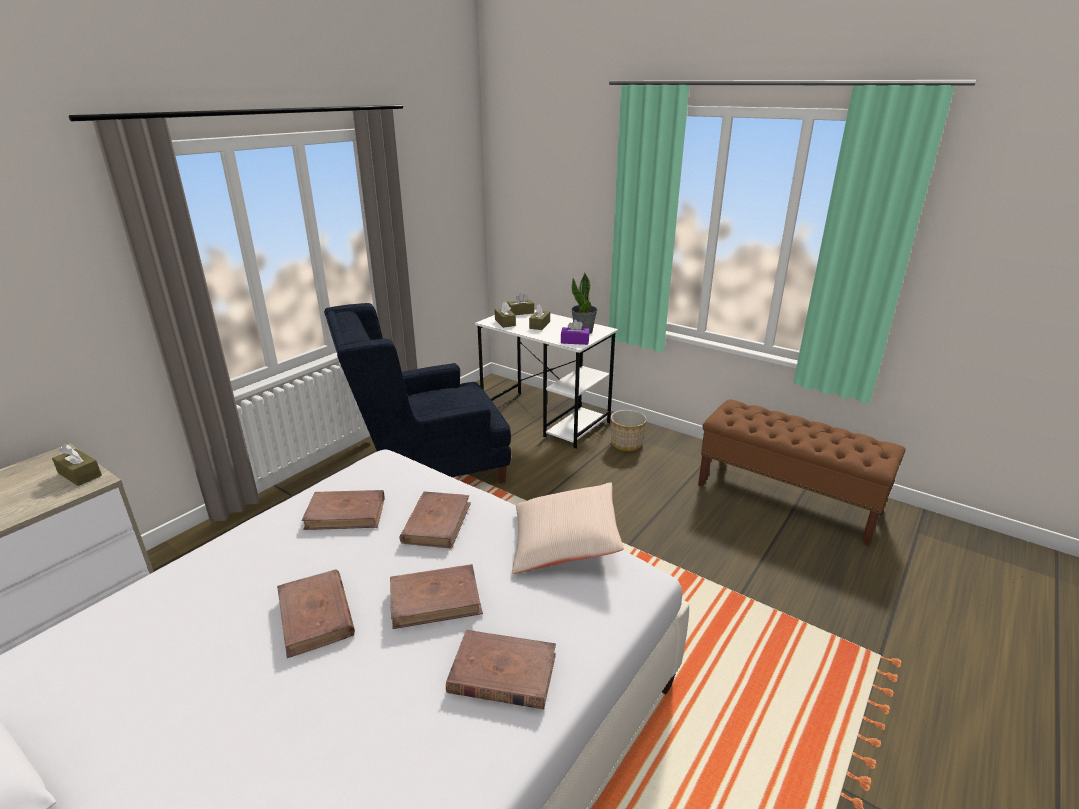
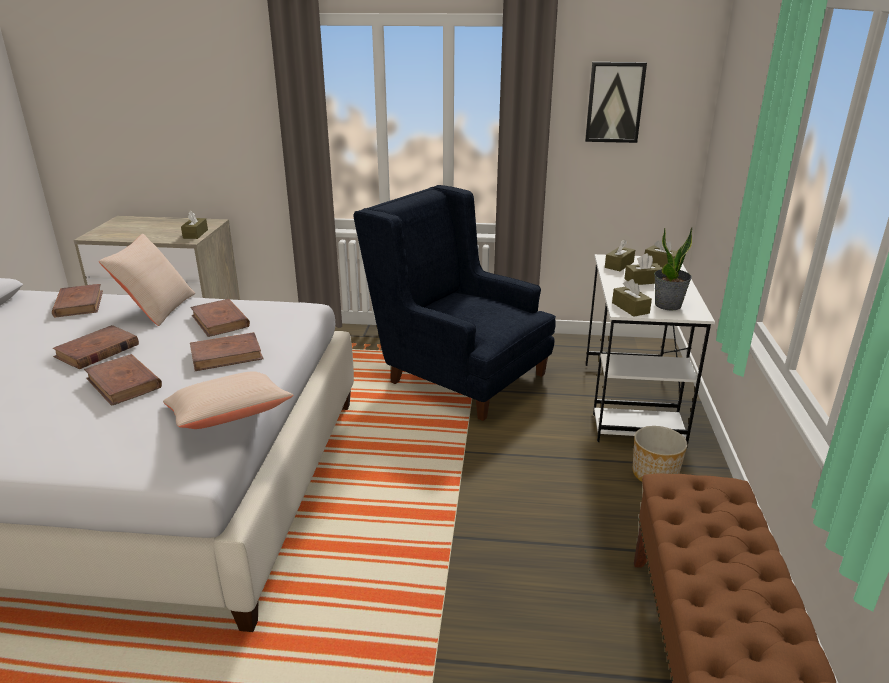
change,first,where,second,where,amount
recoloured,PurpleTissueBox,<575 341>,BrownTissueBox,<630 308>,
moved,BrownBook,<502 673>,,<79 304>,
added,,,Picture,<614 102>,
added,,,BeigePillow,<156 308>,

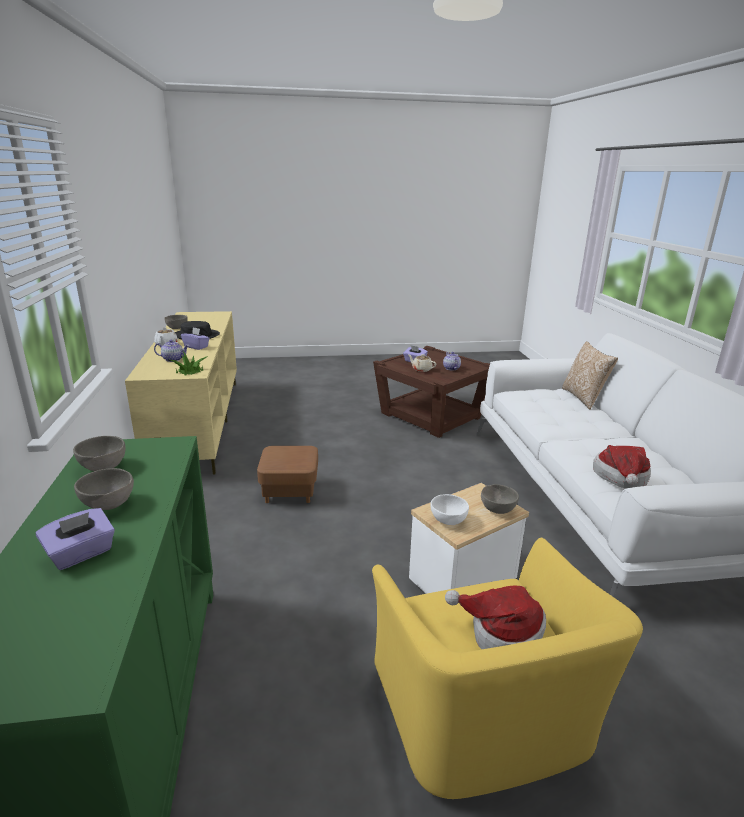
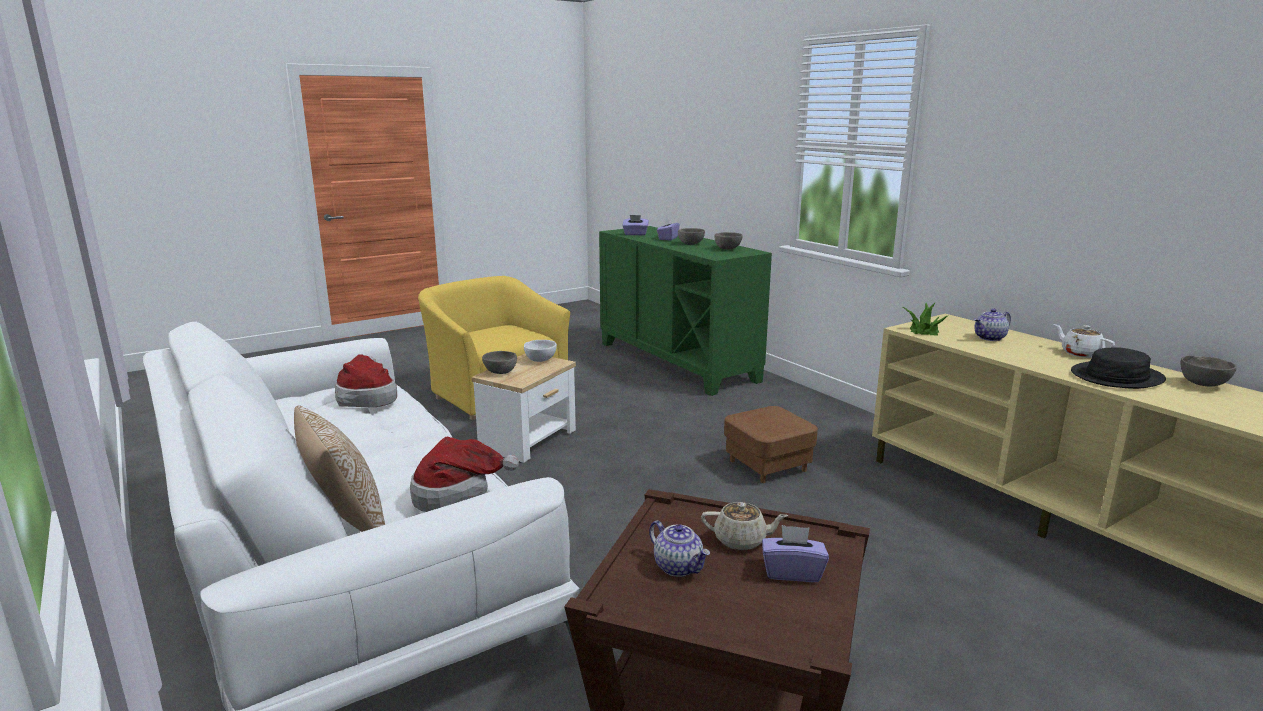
change,first,where,second,where,amount
moved,PurpleTissueBox,<196 347>,,<635 234>,
moved,Hat,<501 634>,,<456 493>,

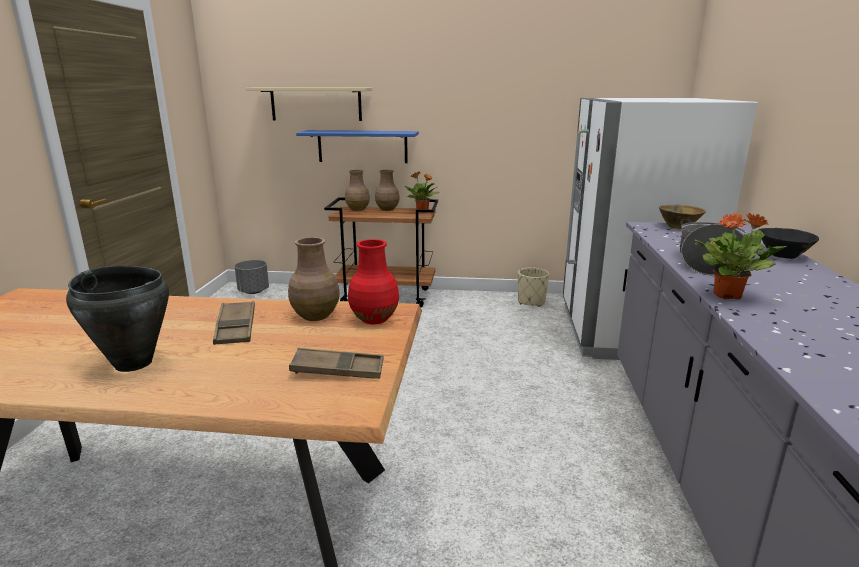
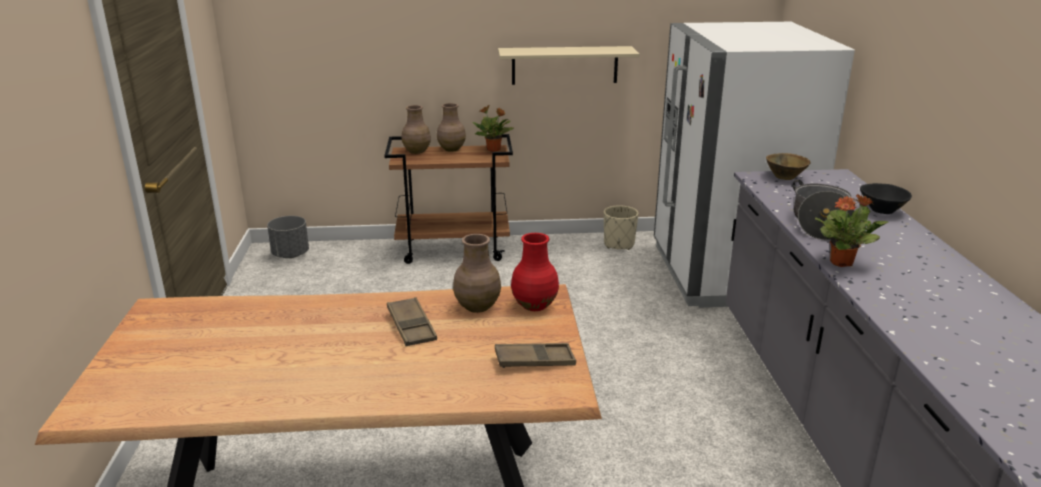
change,first,where,second,where,amount
moved,BeigeShelf,<316 104>,,<564 65>,
removed,BlueShelf,<362 146>,,,
removed,BlackCookingPot,<133 363>,,,

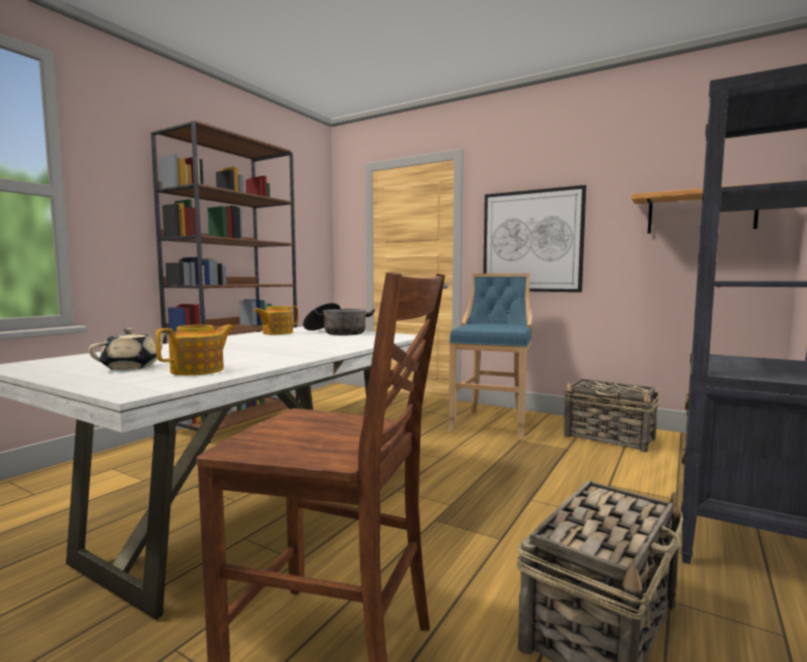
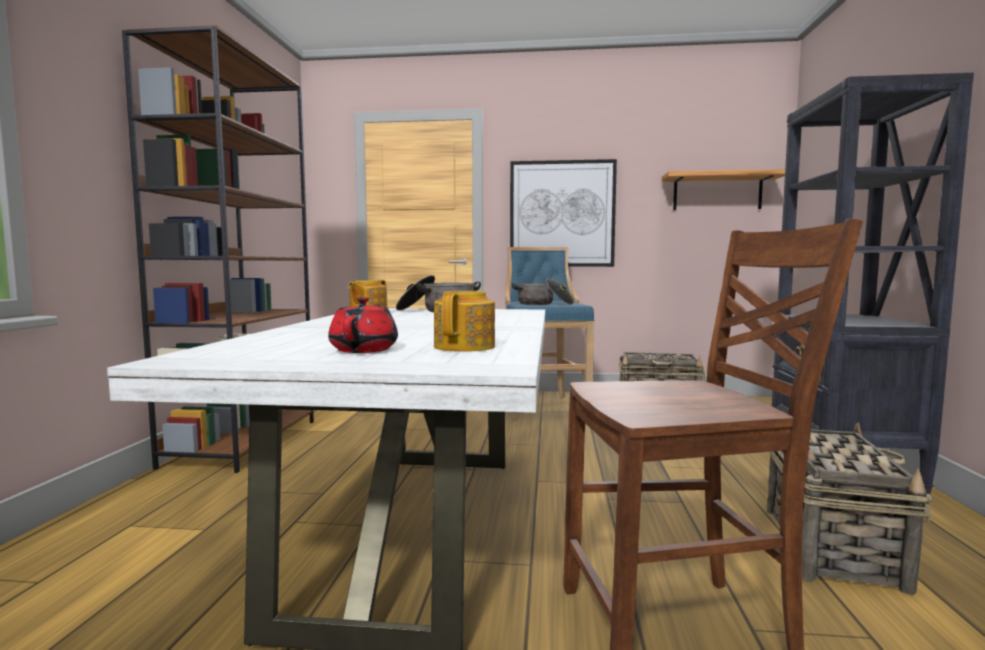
change,first,where,second,where,amount
recoloured,BeigeTeapot,<132 367>,RedTeapot,<365 349>,
added,,,CookingPot,<544 304>,

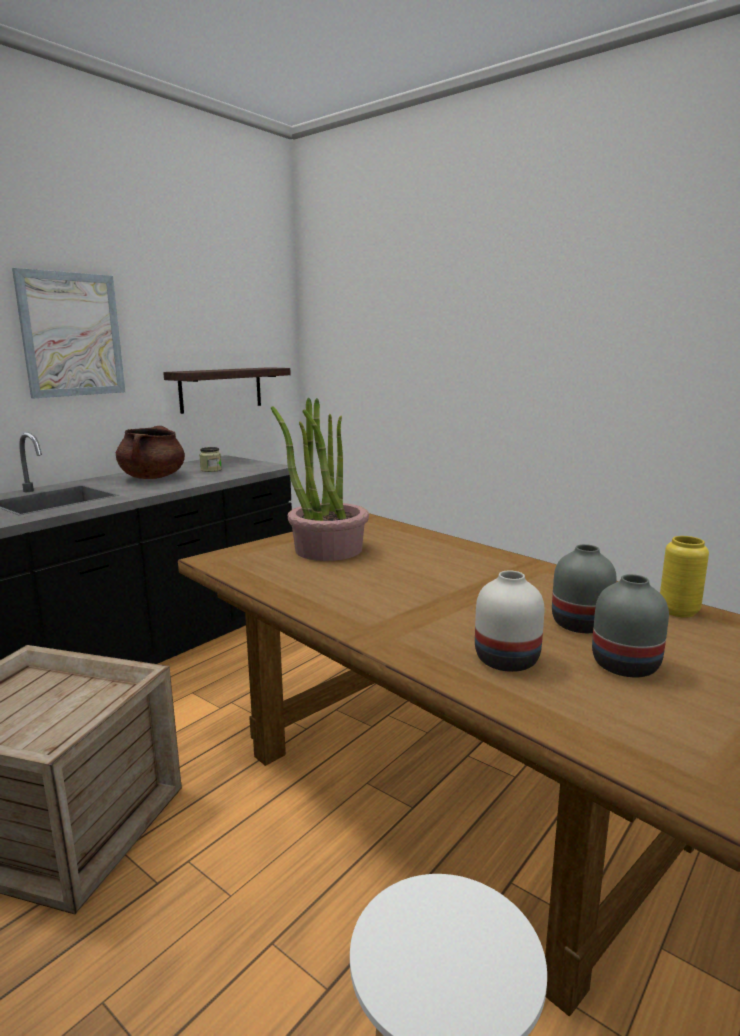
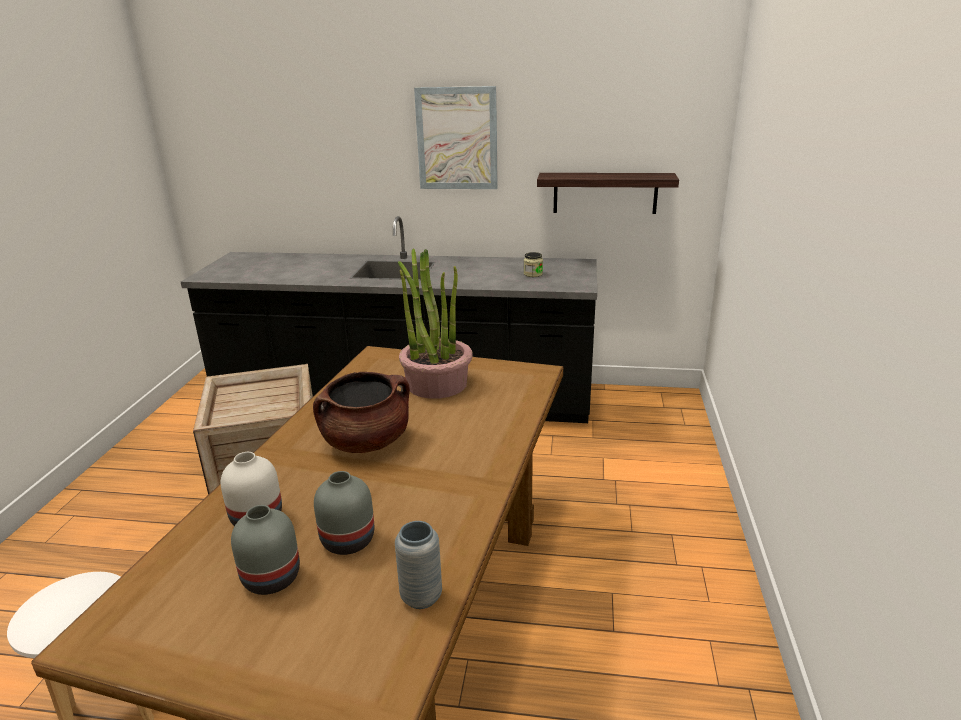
change,first,where,second,where,amount
moved,BrownCookingPot,<153 477>,,<366 442>,
recoloured,YellowVase,<678 611>,GreyVase,<421 597>,

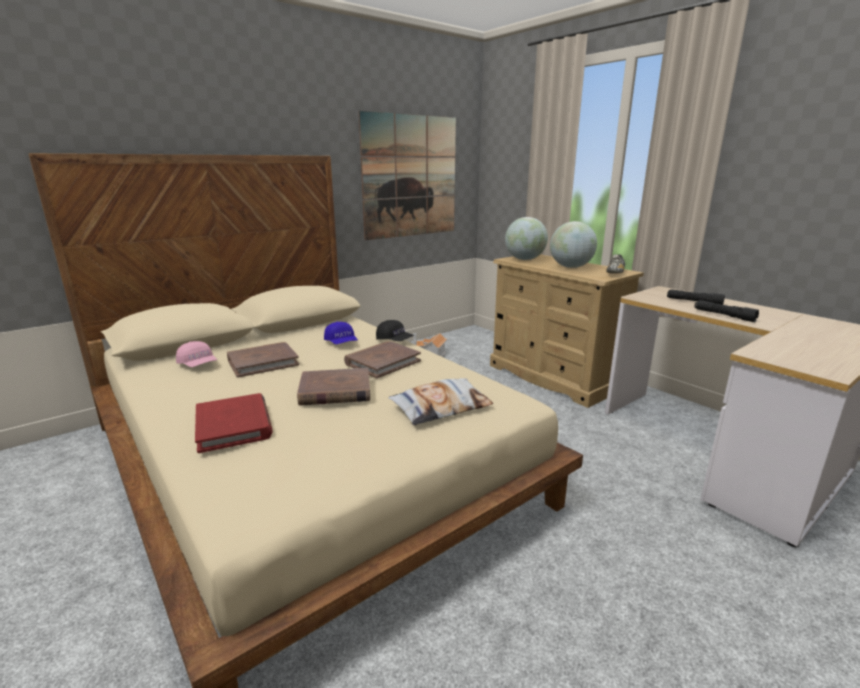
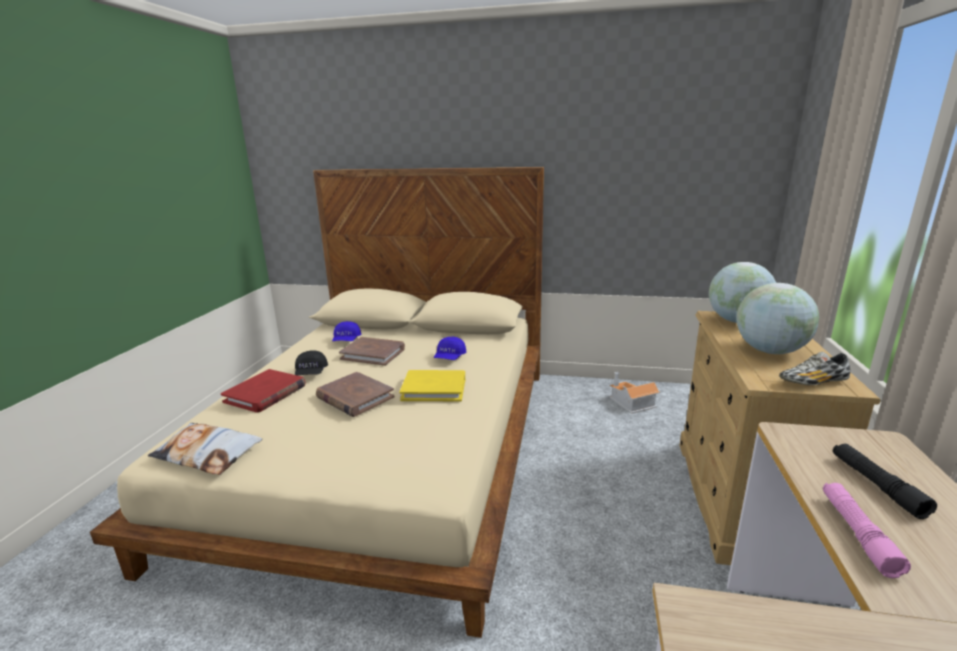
change,first,where,second,where,amount
removed,Picture,<410 177>,,,
recoloured,BlackFlashlight,<724 315>,PinkFlashlight,<857 533>,
moved,BlackCap,<395 340>,,<311 373>,
recoloured,PinkCap,<198 364>,BlueCap,<346 340>,
recoloured,BrownBook,<382 362>,YellowBook,<434 389>,
moved,Pillow,<441 407>,,<208 454>,

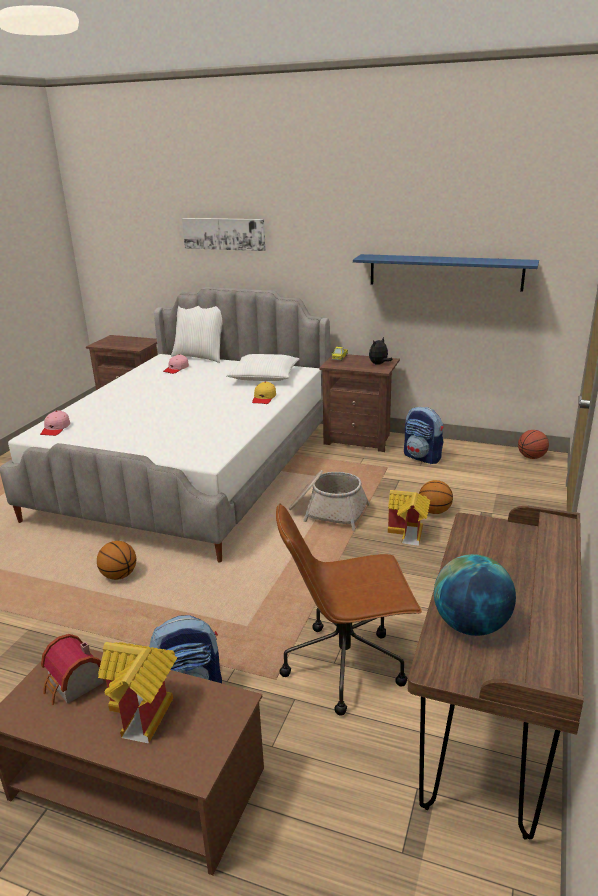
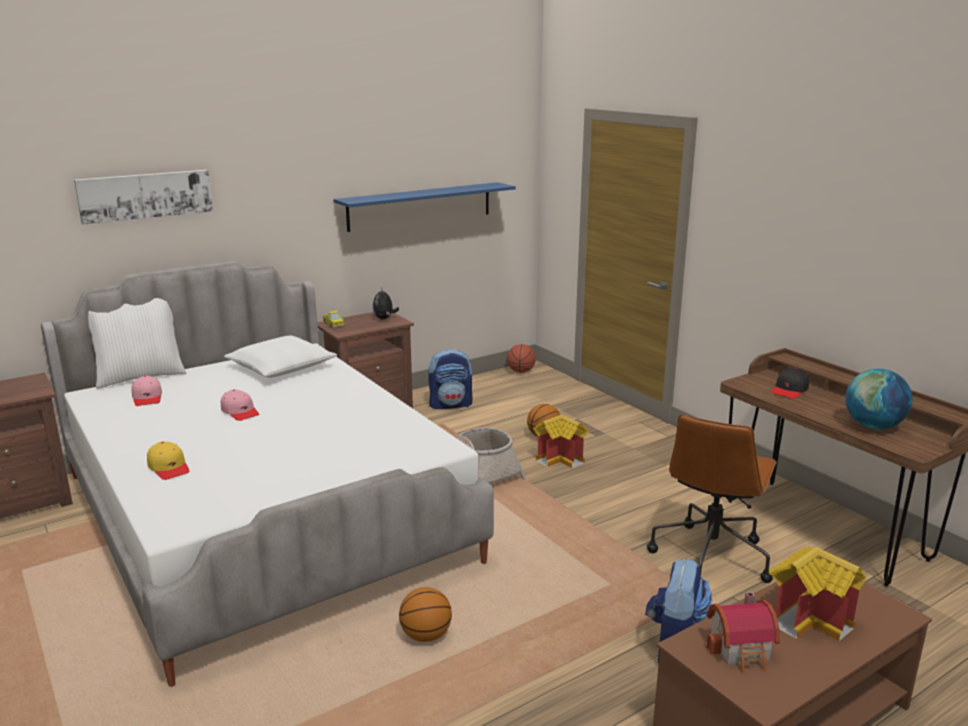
change,first,where,second,where,amount
moved,YellowCap,<264 398>,,<169 467>,
moved,PinkCap,<55 429>,,<240 411>,
added,,,BlackCap,<790 390>,

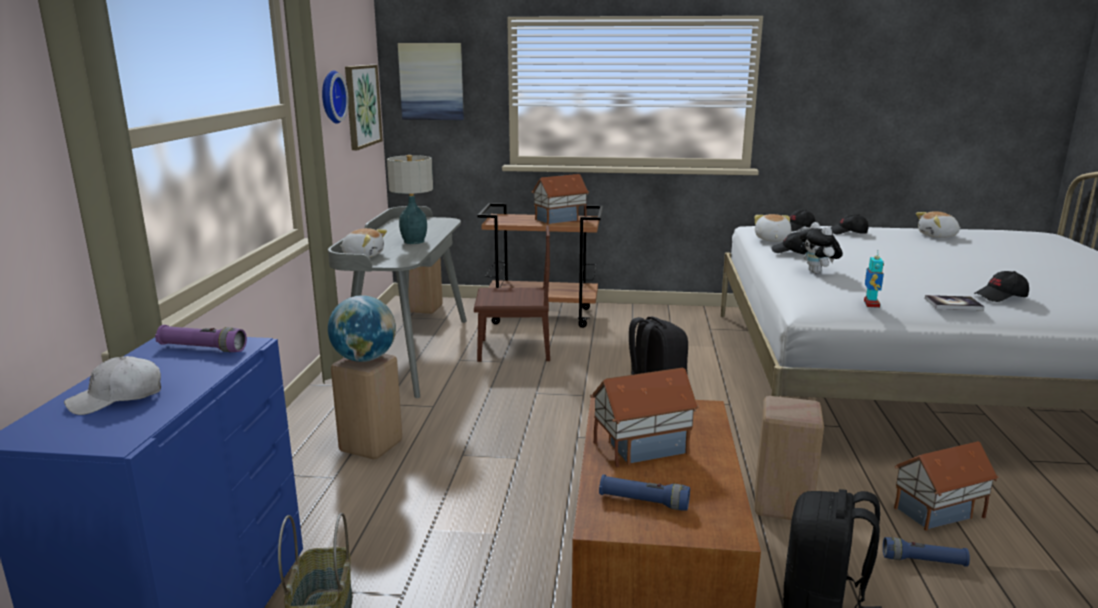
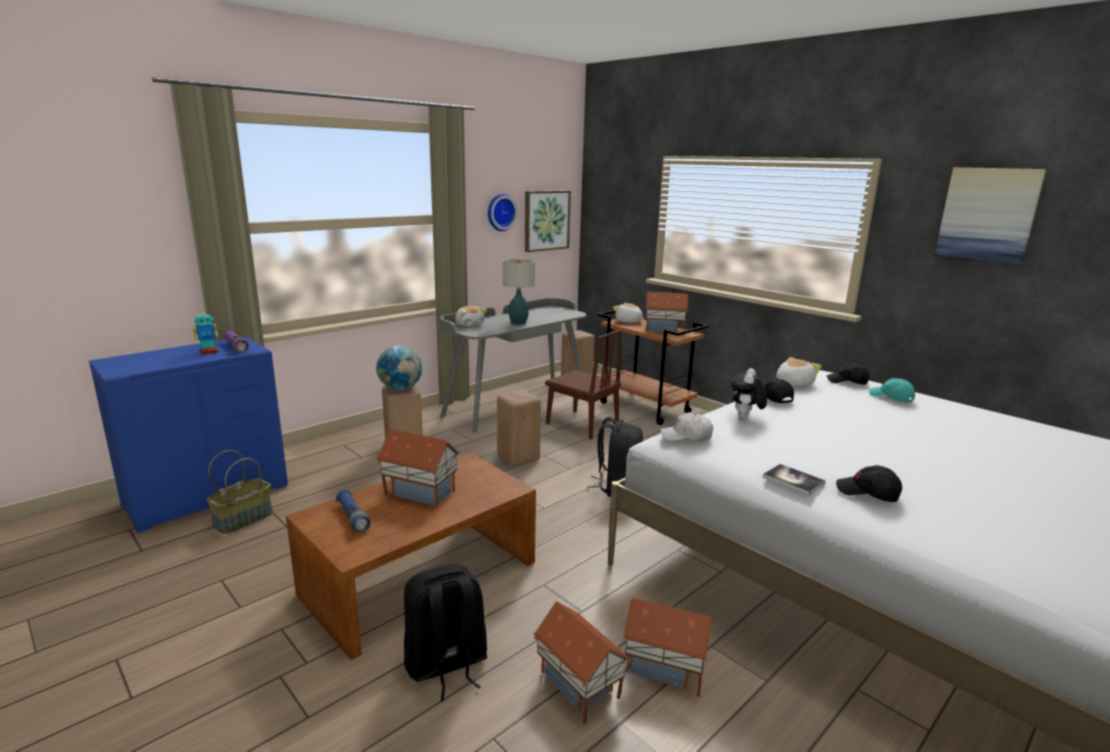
change,first,where,second,where,amount
moved,Picture,<431 81>,,<987 215>,
moved,PlushToy,<938 236>,,<628 321>,
recoloured,BlackCap,<847 233>,TurquoiseCap,<891 397>,
moved,ToyRobot,<871 304>,,<208 352>,
moved,WhiteCap,<117 398>,,<686 436>,
moved,BeigeStool,<780 504>,,<518 457>,
replaced,BlueFlashlight,<923 561>,ToyHouse,<577 687>,

